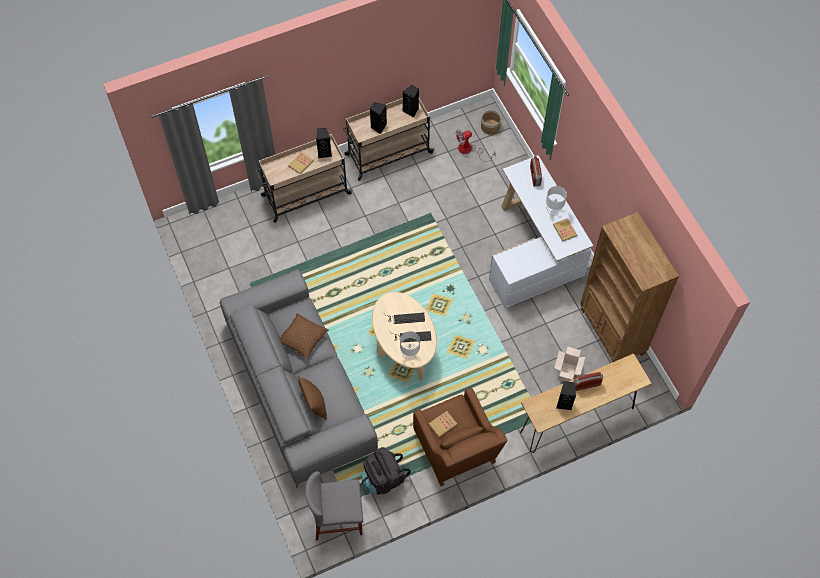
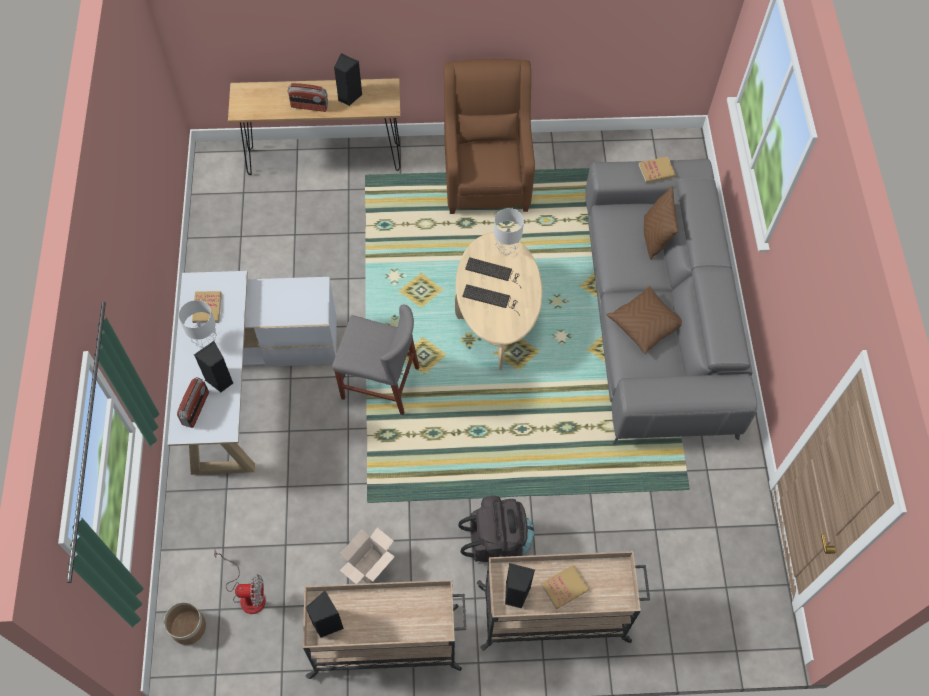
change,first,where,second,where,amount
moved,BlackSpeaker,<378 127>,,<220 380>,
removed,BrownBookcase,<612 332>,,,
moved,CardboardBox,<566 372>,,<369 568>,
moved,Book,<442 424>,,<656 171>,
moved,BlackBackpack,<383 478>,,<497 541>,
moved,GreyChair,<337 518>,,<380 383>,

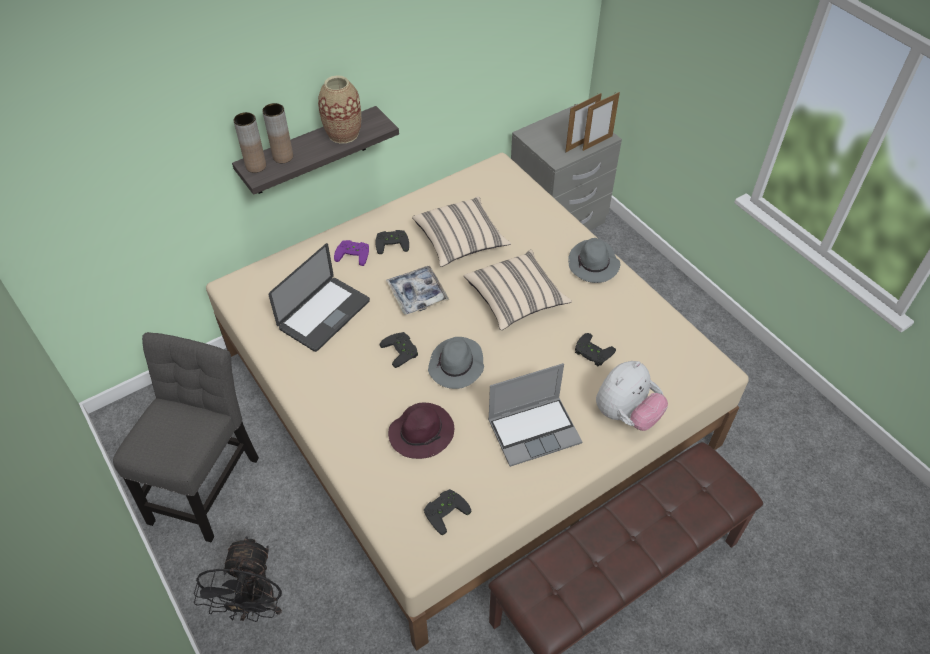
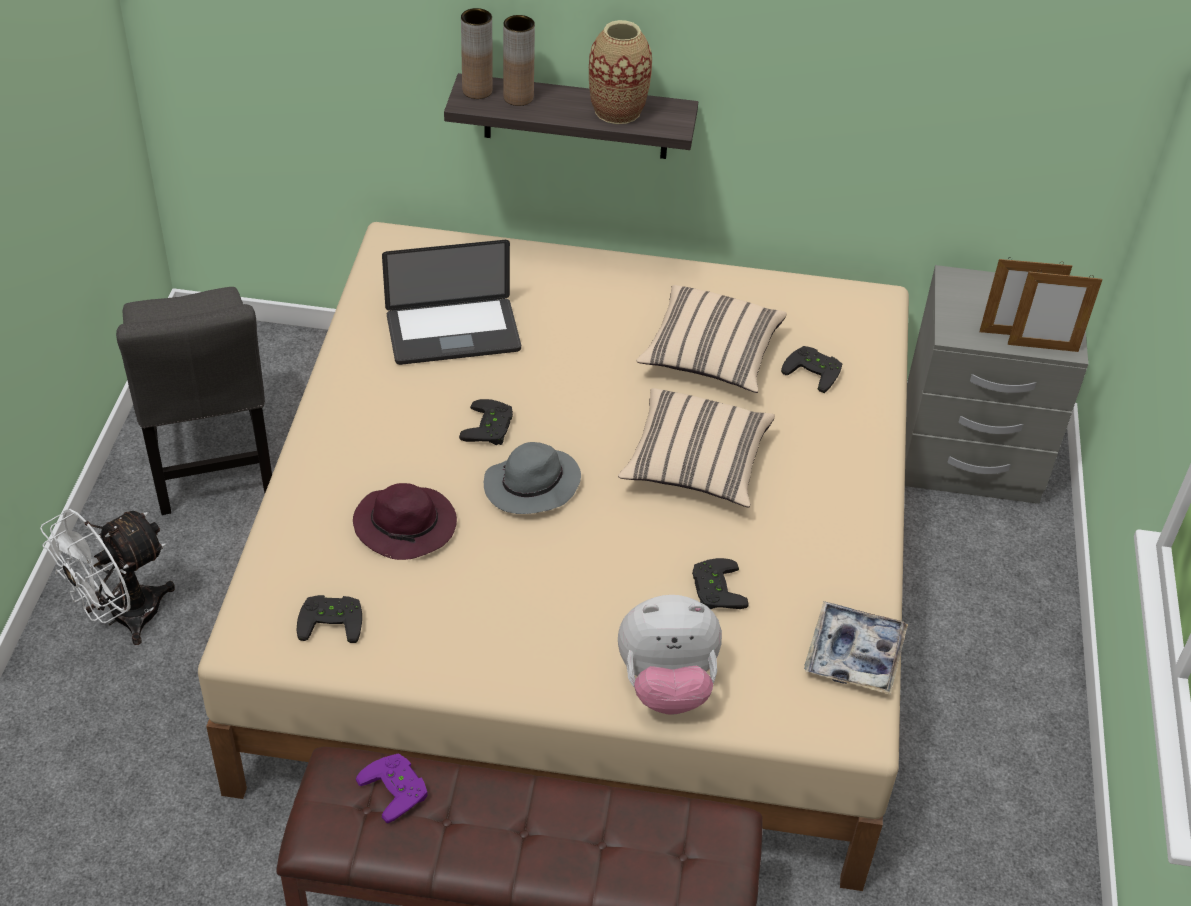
change,first,where,second,where,amount
moved,BlackGameController,<392 242>,,<815 370>,
removed,GreyHat,<593 264>,,,
moved,PurpleGameController,<354 253>,,<398 788>,
moved,Tray,<417 294>,,<854 655>,
turned,GreyChair,<206 483>,,<210 462>,105 degrees clockwise
removed,Laptop,<534 430>,,,
recoloured,BlackFan,<255 605>,WhiteFan,<122 617>,

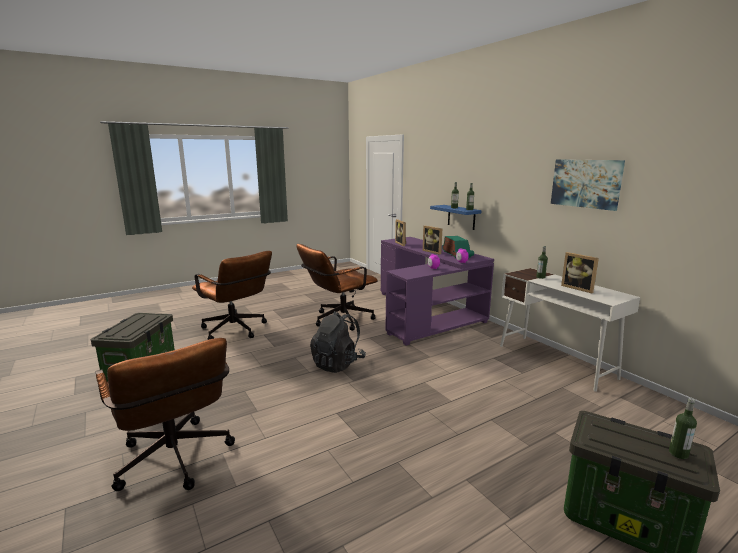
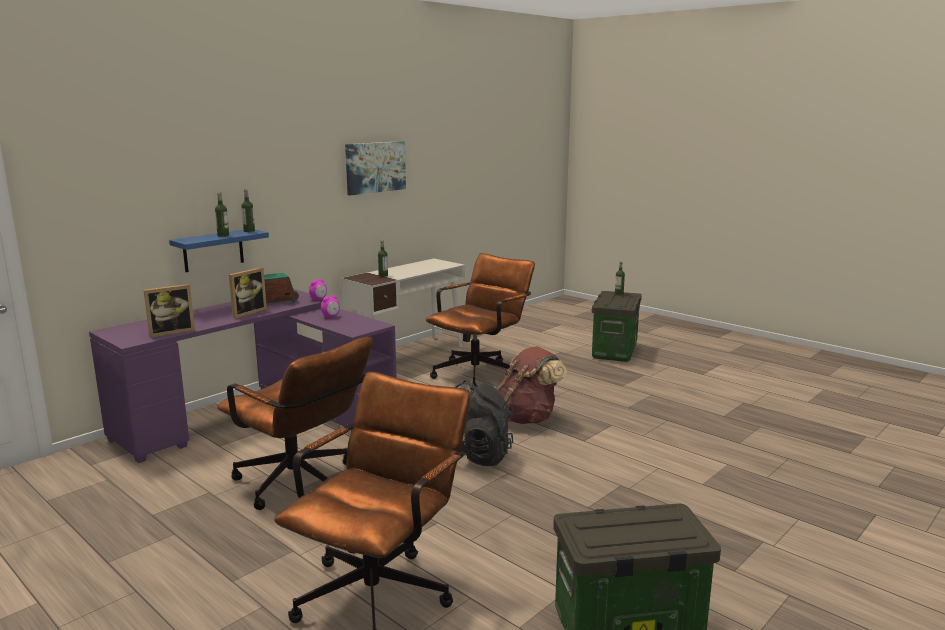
change,first,where,second,where,amount
removed,PictureFrame,<578 288>,,,
moved,BrownOfficeChair,<176 463>,,<480 372>,
added,,,BrownBackpack,<527 418>,

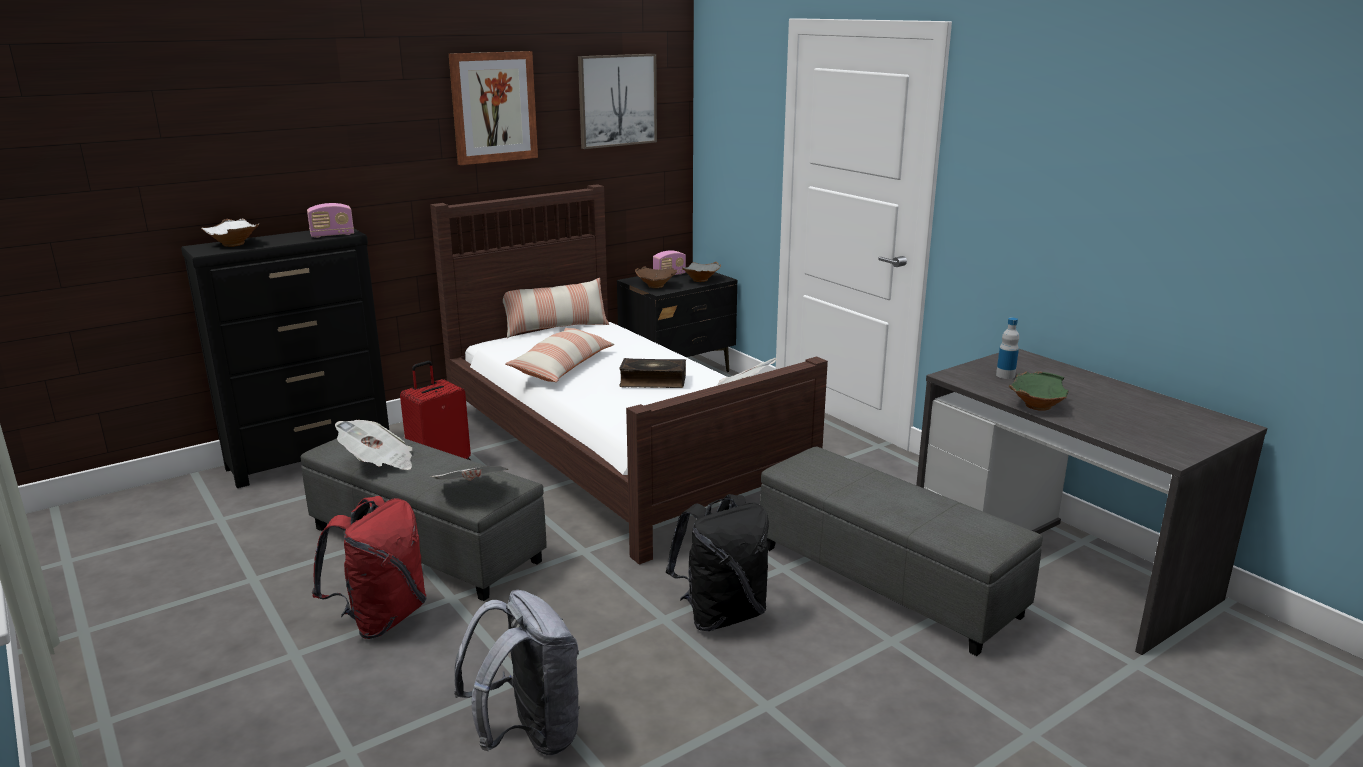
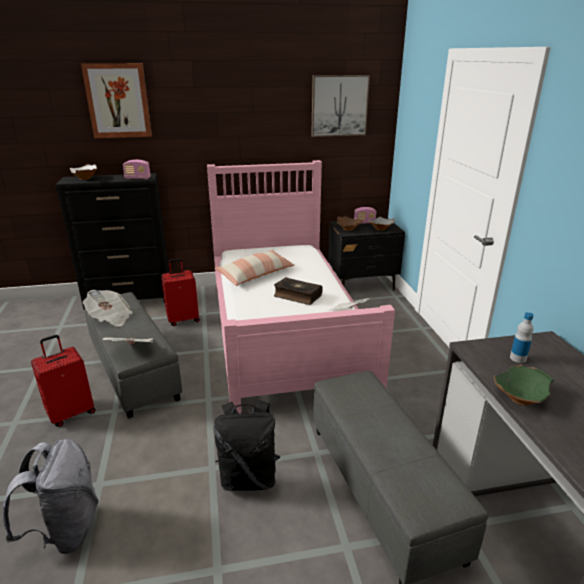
change,first,where,second,where,amount
moved,Picture,<493 107>,,<118 101>,
recoloured,BrownBed,<617 450>,PinkBed,<284 331>,
removed,Pillow,<555 328>,,,
replaced,RedBackpack,<381 618>,RedSuitcase,<71 413>,

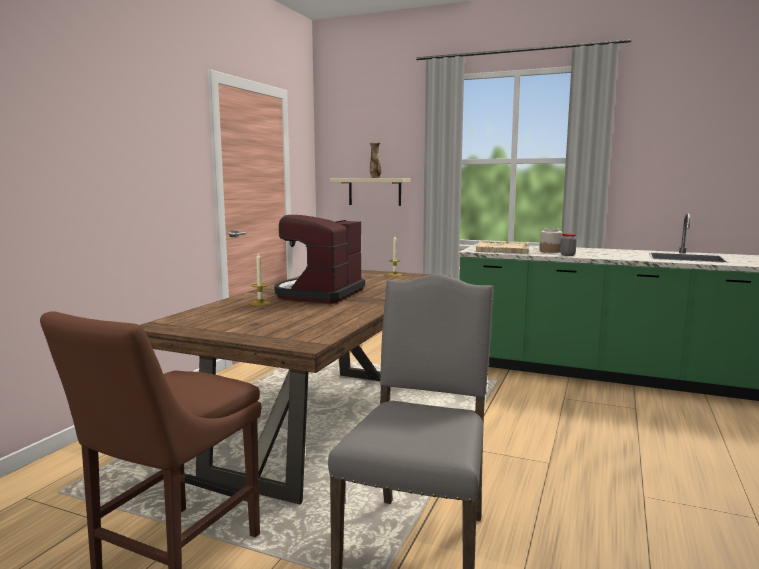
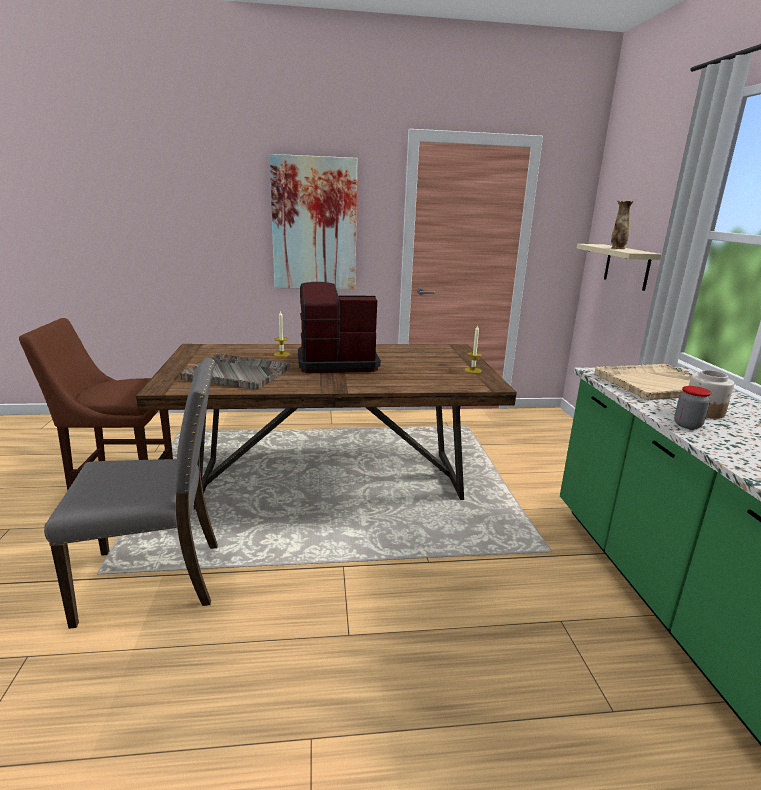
change,first,where,second,where,amount
added,,,Picture,<314 224>,
added,,,GreyTray,<236 373>,

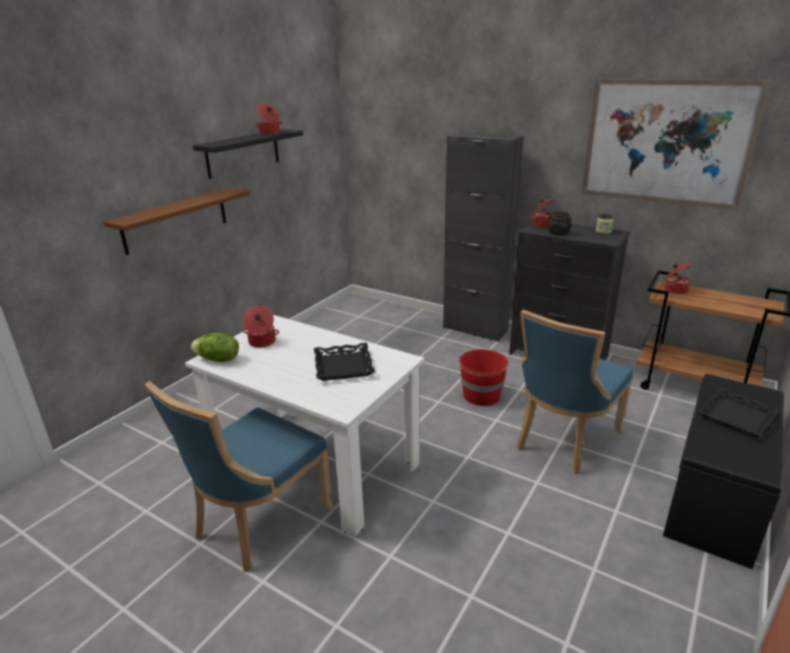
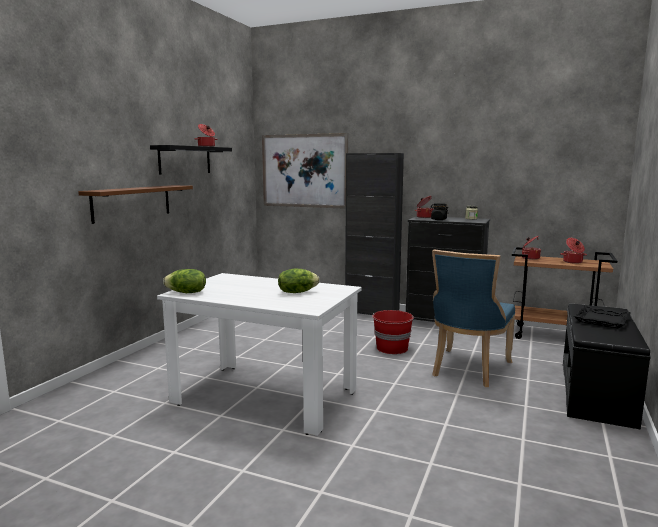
change,first,where,second,where,amount
moved,Picture,<666 142>,,<304 171>,
moved,CookingPot,<262 342>,,<572 262>,
replaced,BlackTray,<343 366>,Lettuce,<297 292>,
removed,BlueChair,<258 522>,,,

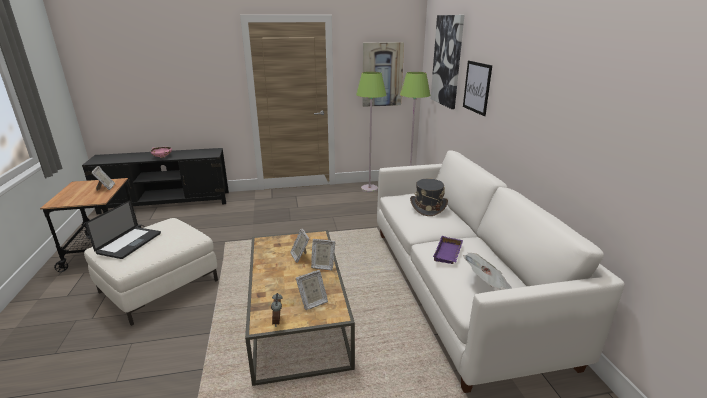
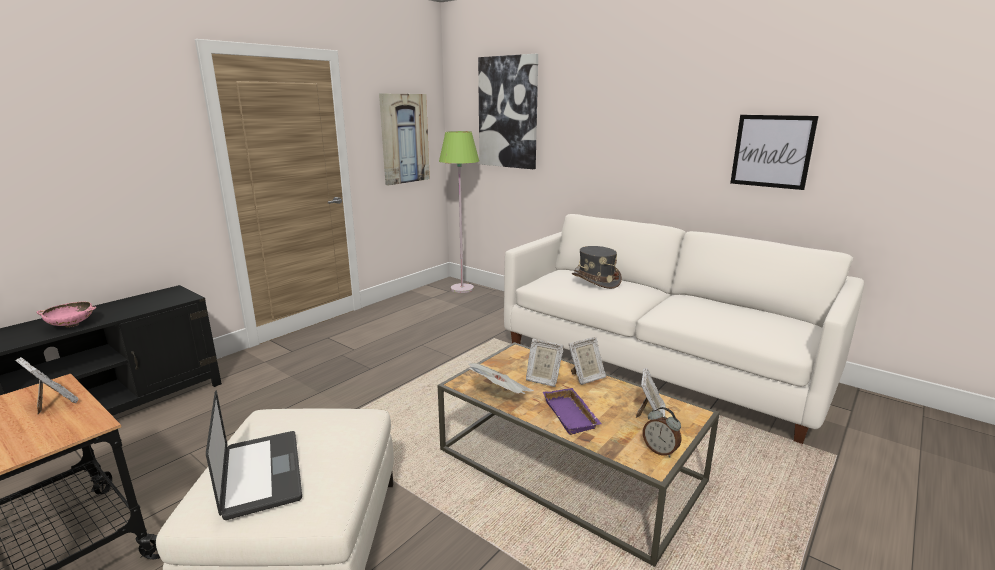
change,first,where,second,where,amount
moved,Picture,<477 87>,,<772 151>,
removed,GreenFloorLamp,<369 188>,,,
moved,PurpleTray,<449 253>,,<572 415>,
moved,Newspaper,<486 283>,,<501 394>,

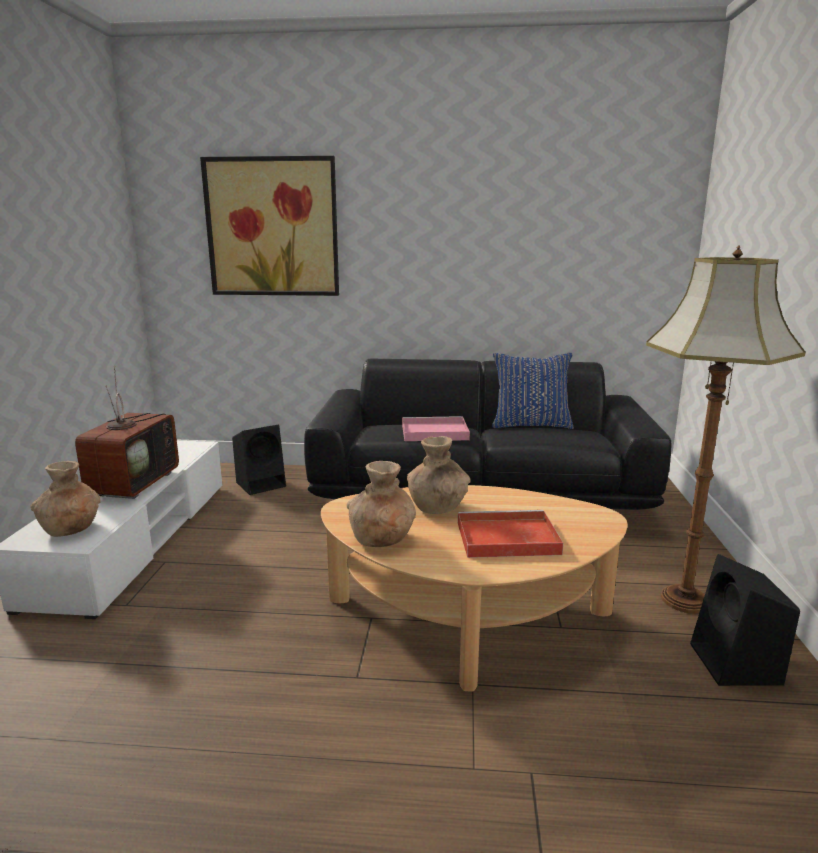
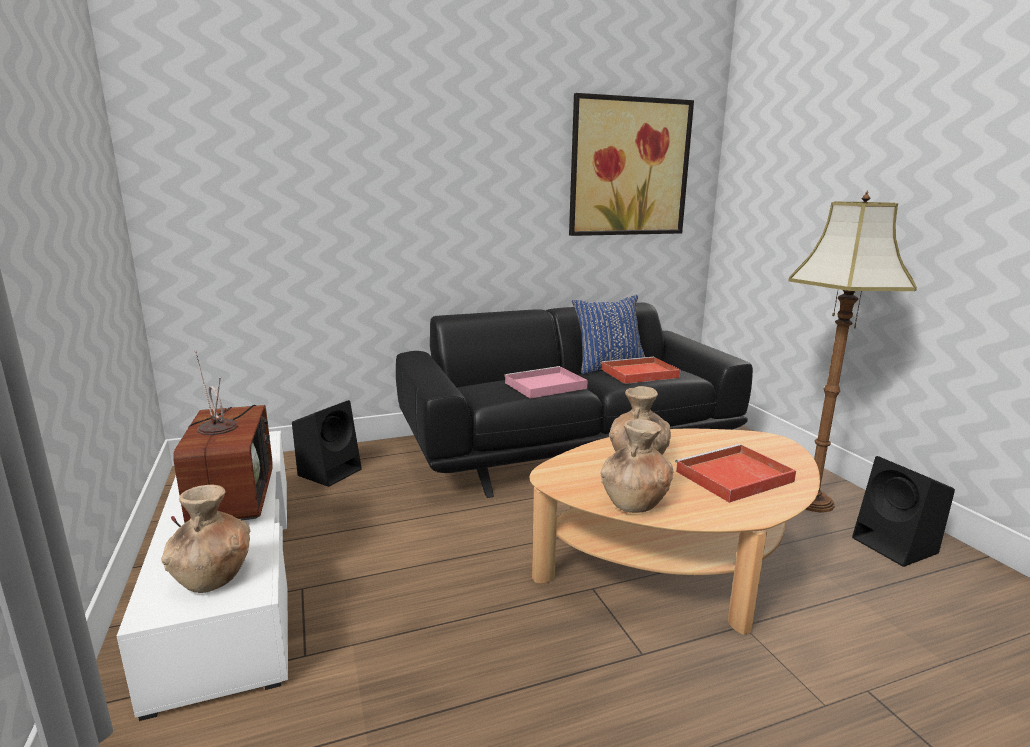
change,first,where,second,where,amount
moved,Picture,<272 227>,,<629 167>,
added,,,RedTray,<638 373>,

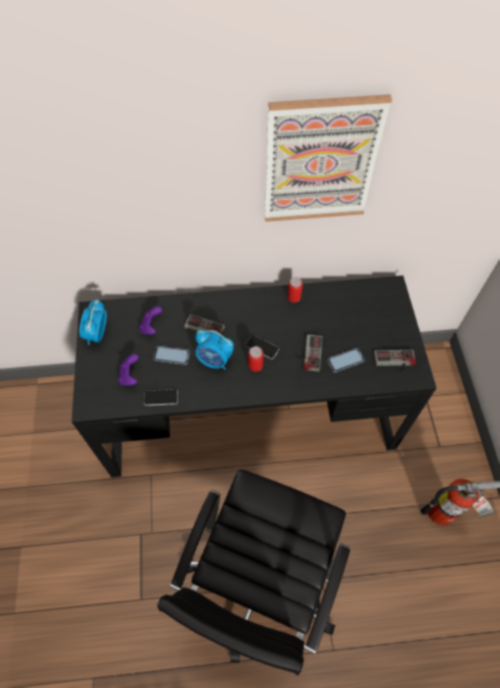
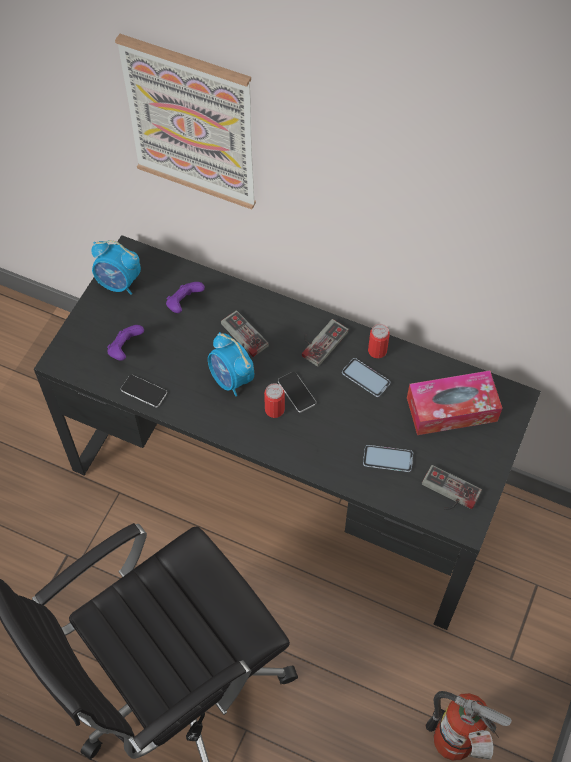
change,first,where,second,where,amount
moved,Picture,<320 161>,,<191 123>,
turned,AlarmClock,<97 334>,,<119 283>,105 degrees counterclockwise
moved,GameController,<308 353>,,<320 340>,
moved,Phone,<171 355>,,<365 378>,
added,,,TissueBox,<451 409>,

